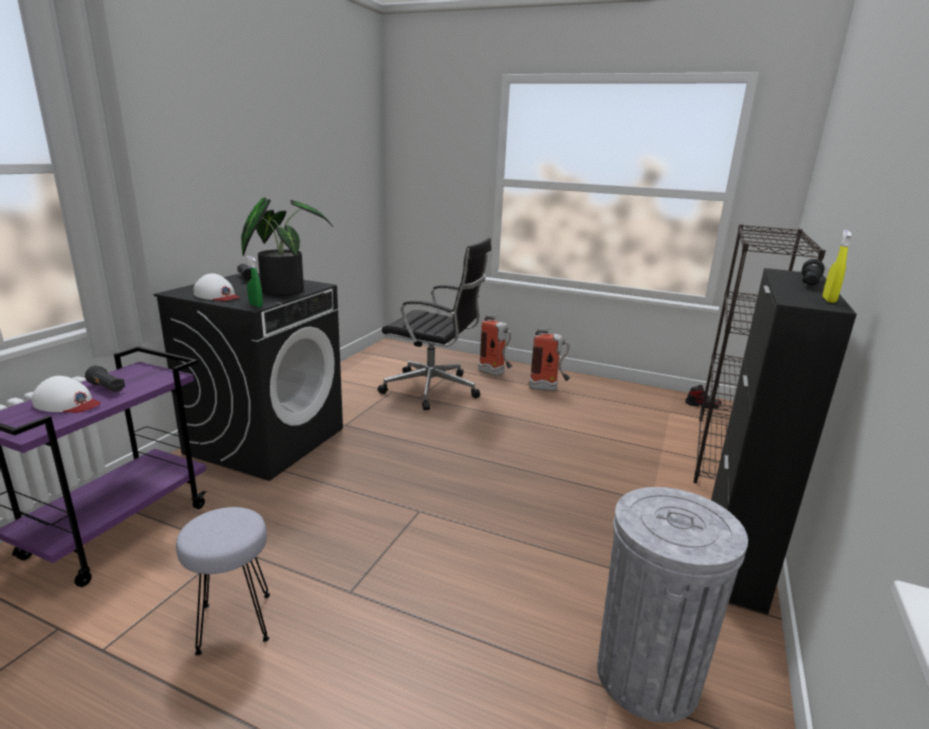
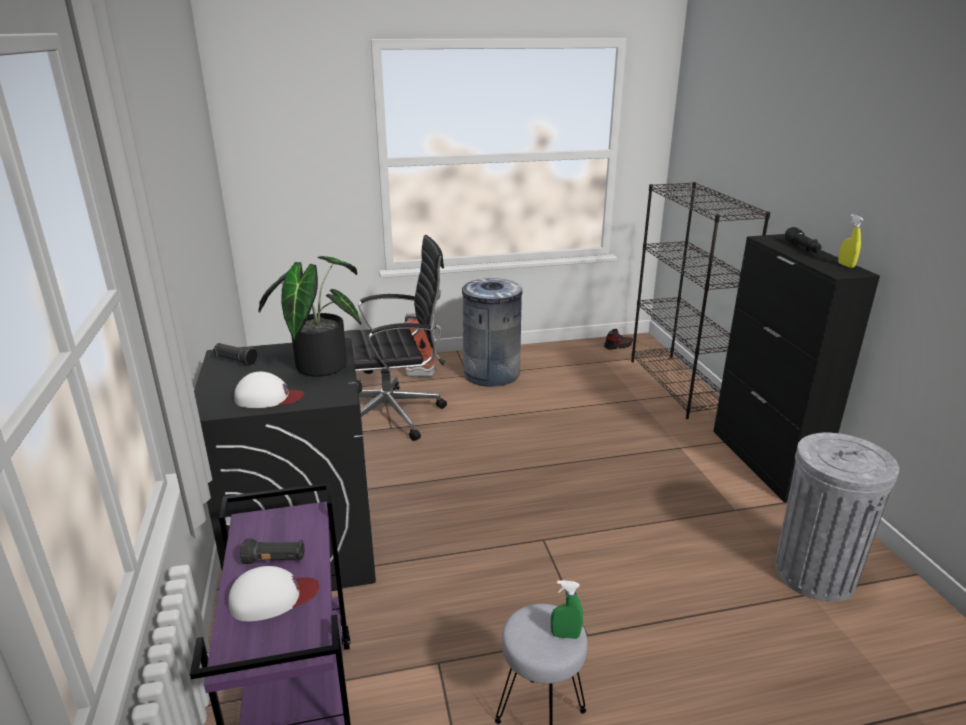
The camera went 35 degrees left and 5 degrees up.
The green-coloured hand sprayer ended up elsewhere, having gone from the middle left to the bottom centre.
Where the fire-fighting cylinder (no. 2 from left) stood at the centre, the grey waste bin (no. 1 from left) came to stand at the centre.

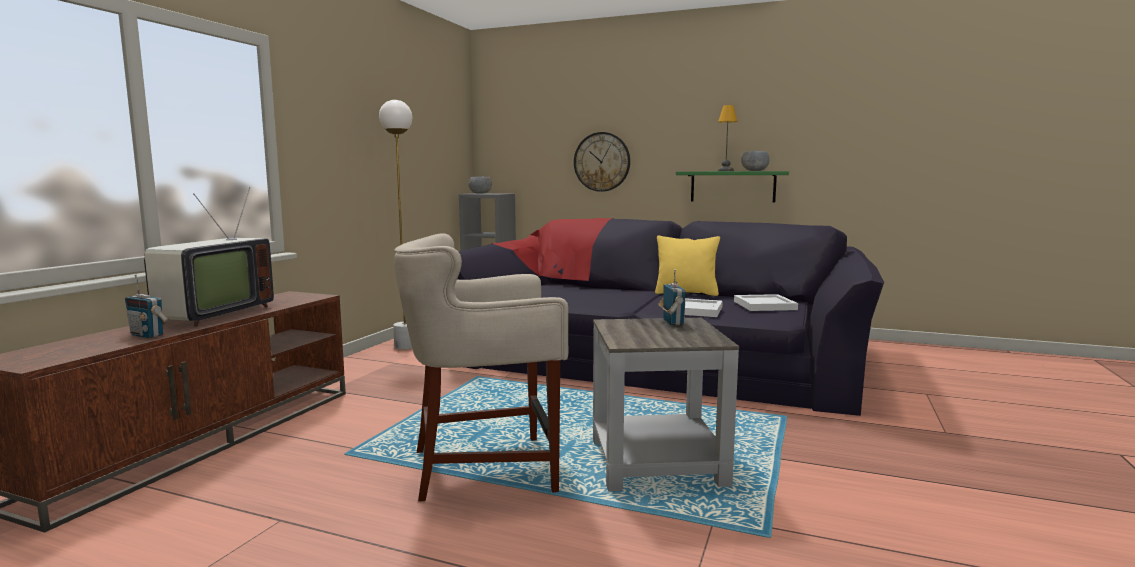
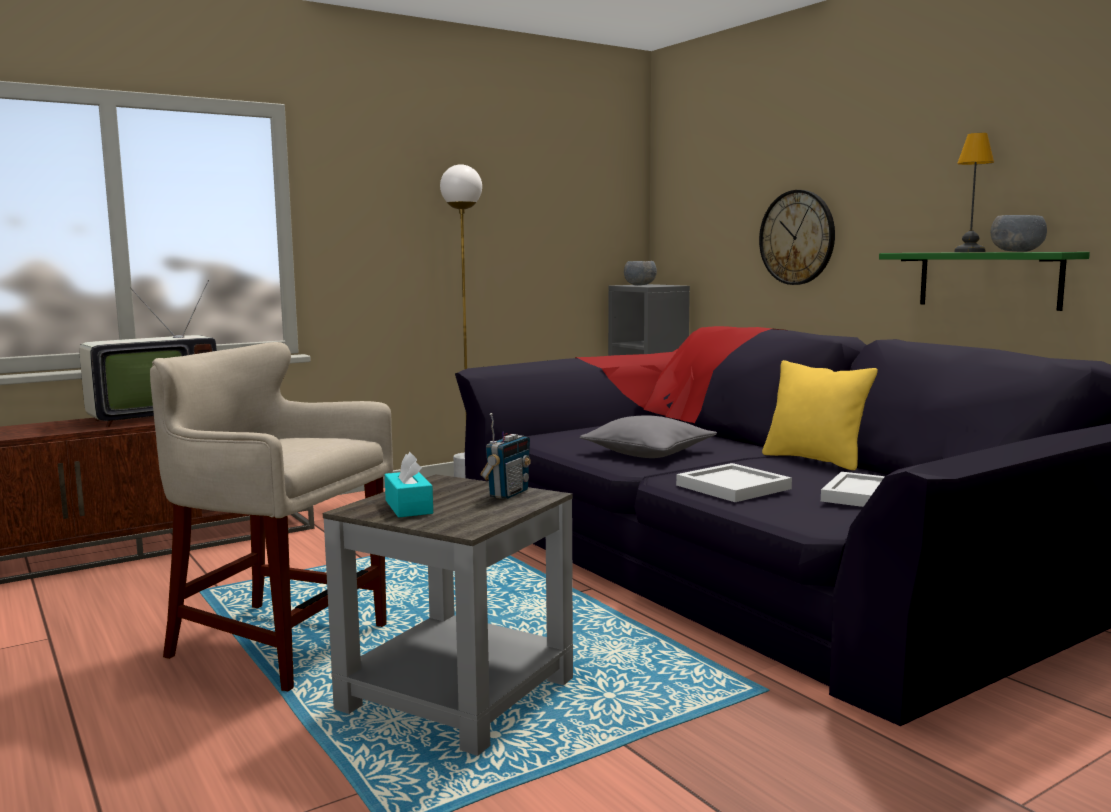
The camera went 35 degrees right and 0 degrees up.
The second view lost the radio receiver (no. 1 from left) at the middle left.
The second view gained the grey throw pillow at the centre.
The second view gained the blue-green tissue holder at the centre.

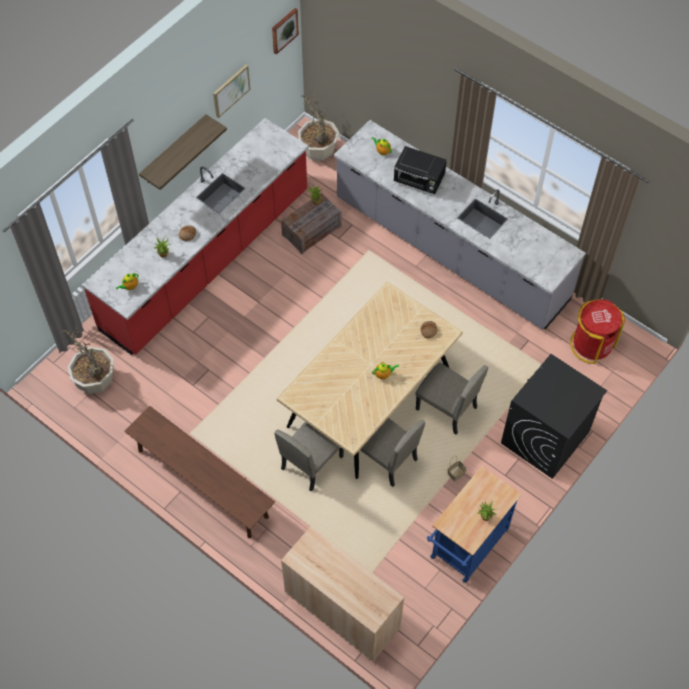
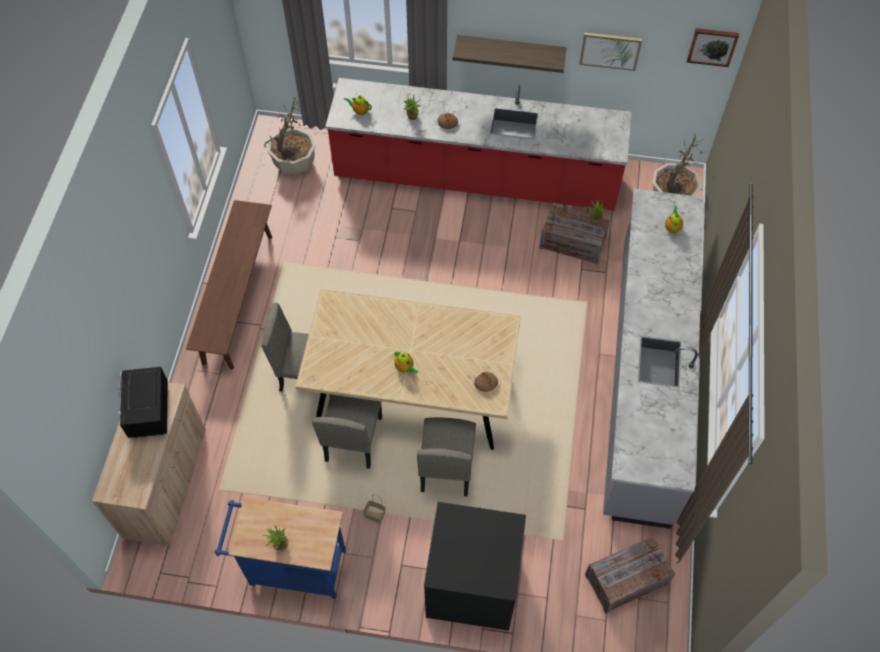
The camera went 60 degrees right and 0 degrees up.
The blackish microwave oven ended up elsewhere, having gone from the top centre to the middle left.
Where the red-coloured waste bin stood at the middle right, the shipping crate (no. 2 from left) came to stand at the bottom right.

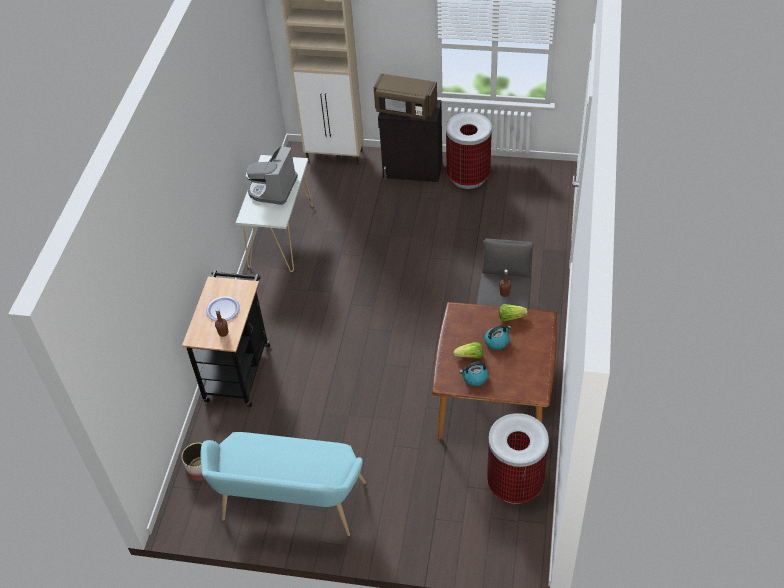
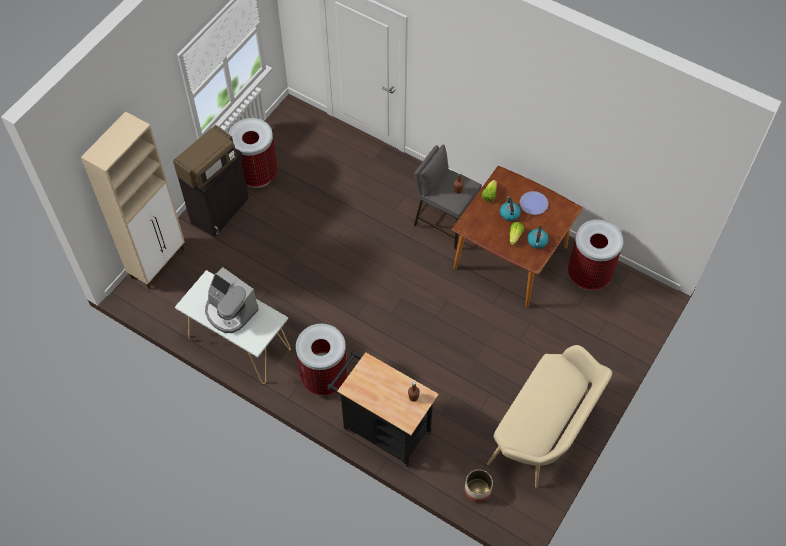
The camera went 70 degrees left and 10 degrees up.
The dinner plate ended up elsewhere, having gone from the middle left to the middle right.
What was the blue-green indoor bench at the bottom centre turned into the sand-coloured indoor bench at the bottom right.
The second view gained the waste bin (no. 2 from left) at the centre.

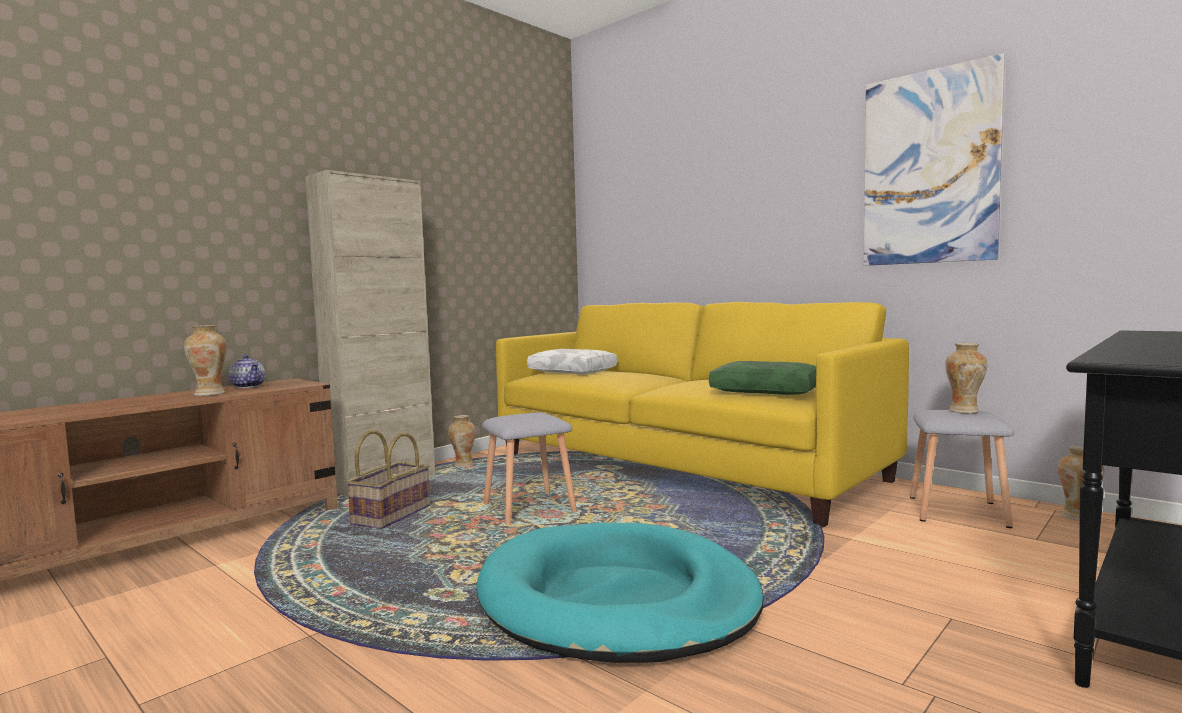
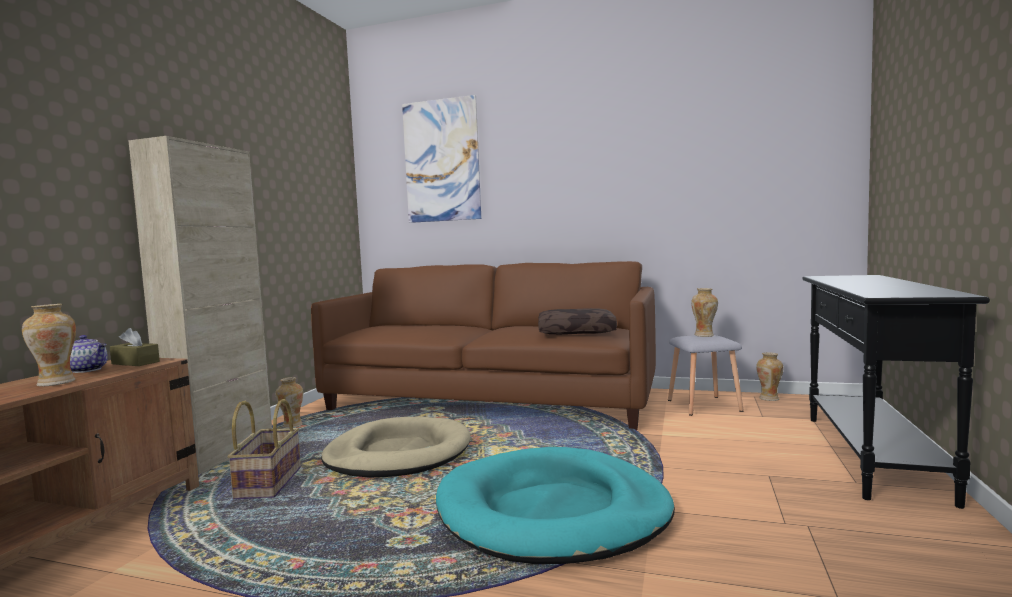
The camera went 25 degrees left and 0 degrees up.
The wall picture ended up elsewhere, having gone from the top right to the top centre.
What was the yellowish sofa at the centre turned into the brown-coloured sofa at the centre.
The second view lost the whitish throw pillow at the centre.
What was the green-coloured throw pillow at the centre turned into the brown-coloured throw pillow at the centre.
Where the grey sitting stool (no. 1 from left) stood at the centre, the sand-coloured pet bed came to stand at the bottom centre.
The second view gained the brown-coloured tissue holder at the middle left.

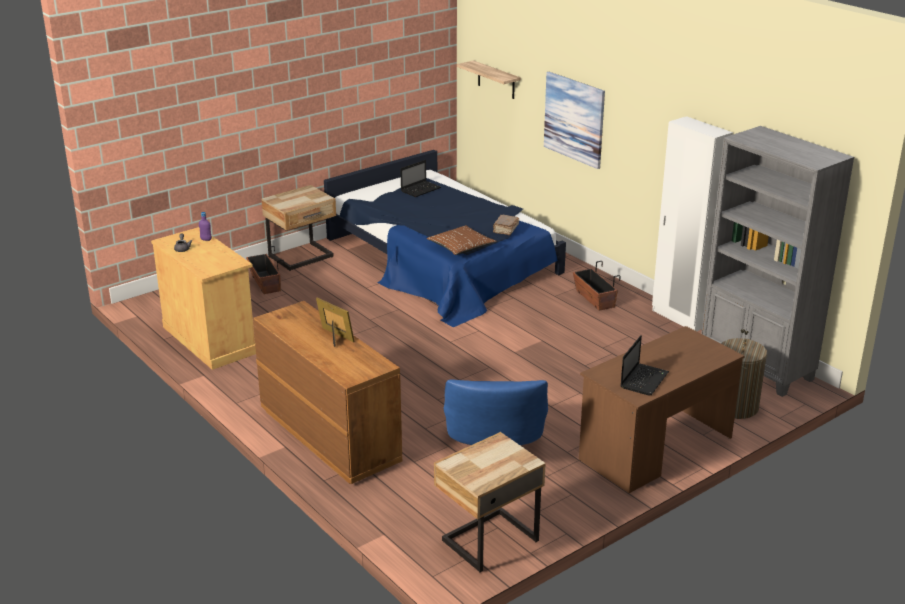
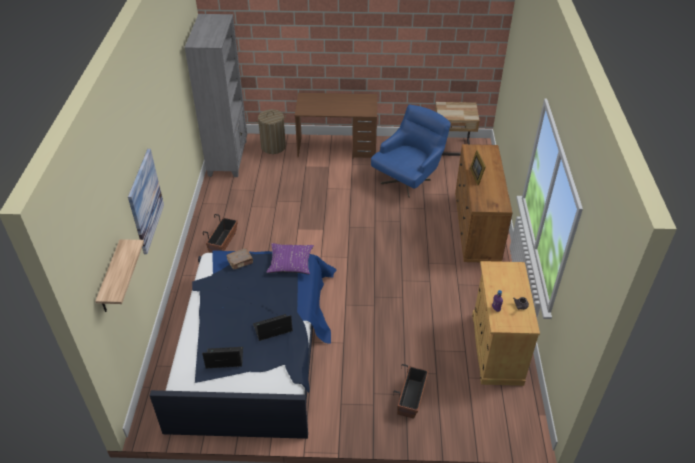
The camera went 140 degrees left and 15 degrees up.
The second view lost the whitish wardrobe at the middle right.
The second view lost the sand-coloured bedside table (no. 1 from left) at the middle left.
What was the brown-coloured throw pillow at the centre turned into the purplish throw pillow at the centre.
The notebook computer (no. 2 from left) ended up elsewhere, having gone from the middle right to the bottom centre.

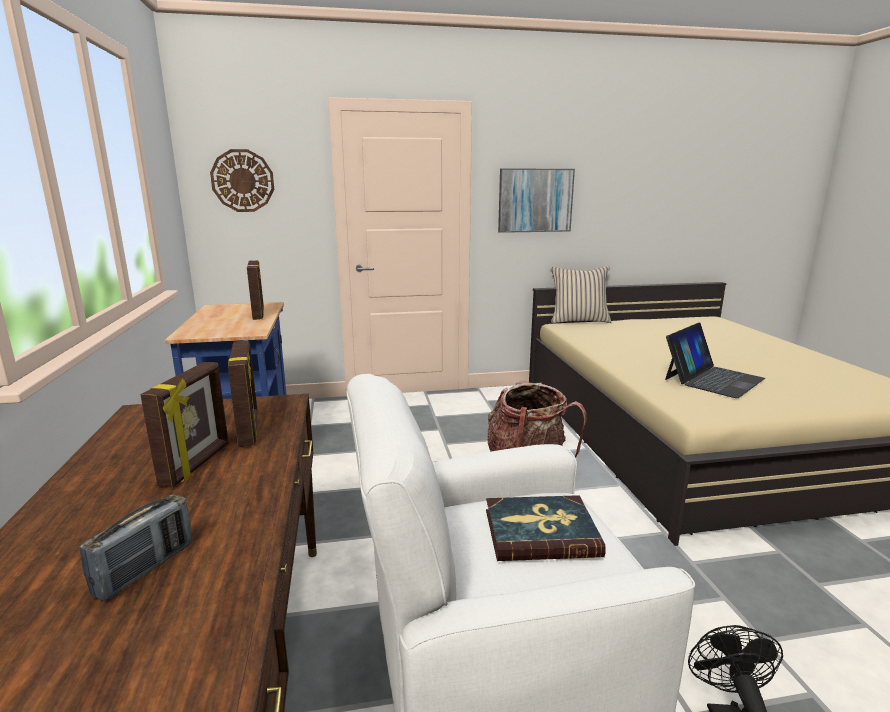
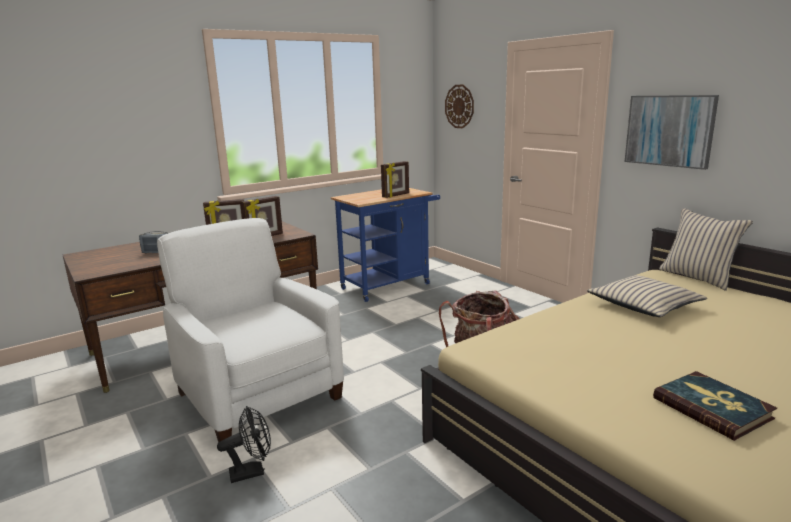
The camera went 65 degrees right and 0 degrees up.
The second view lost the notebook computer at the middle right.
The book ended up elsewhere, having gone from the bottom centre to the bottom right.
The second view gained the sand-coloured throw pillow (no. 1 from left) at the middle right.

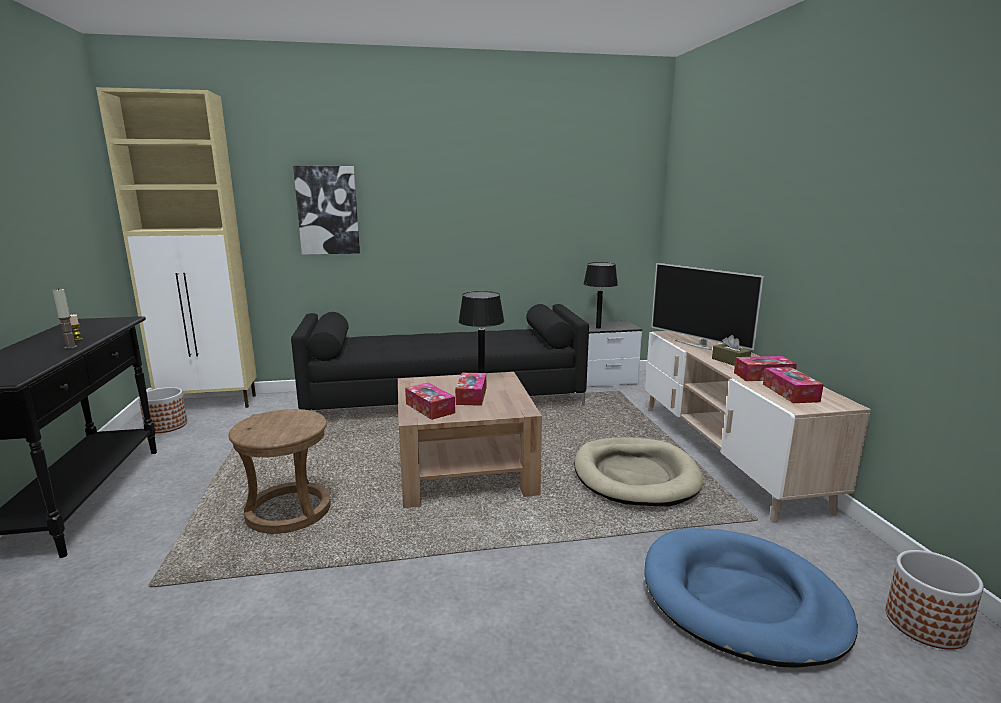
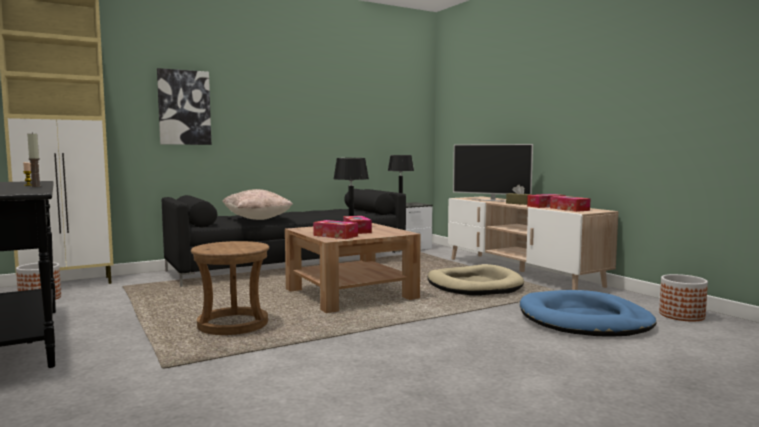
The camera went 20 degrees left and 10 degrees down.
The second view gained the sand-coloured throw pillow at the centre.

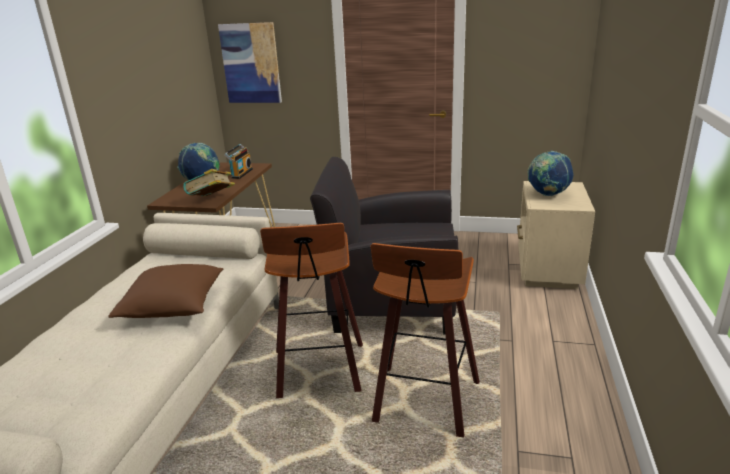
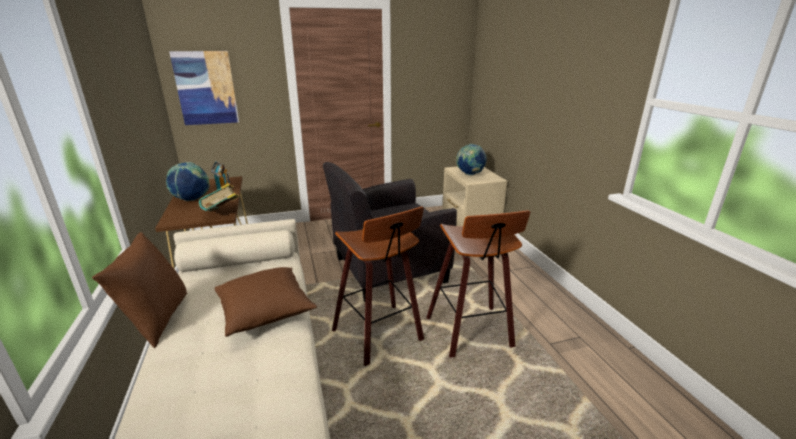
The camera went 30 degrees left and 0 degrees up.
The second view gained the brown-coloured throw pillow (no. 1 from left) at the middle left.

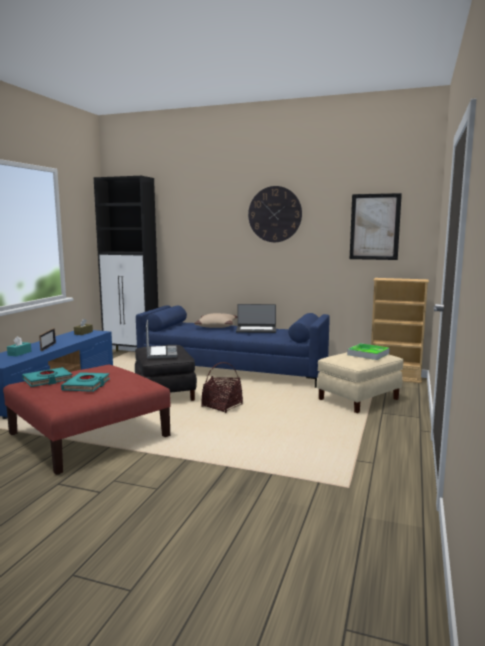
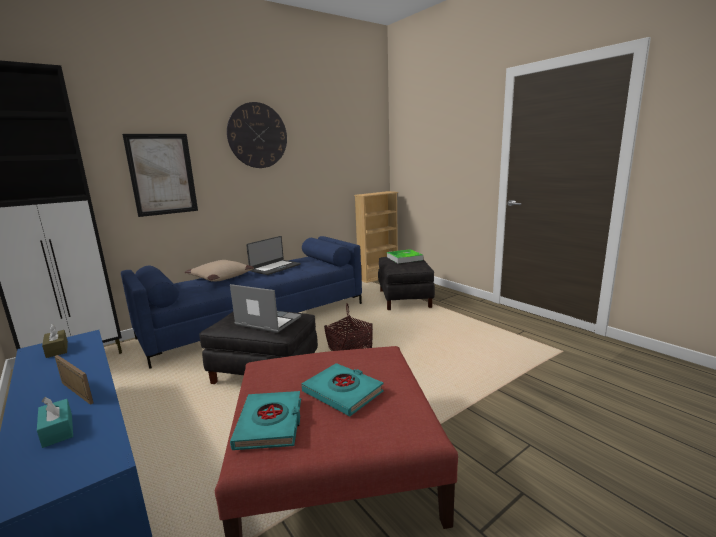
The camera went 55 degrees left and 5 degrees up.
The wall picture ended up elsewhere, having gone from the middle right to the top left.
What was the sand-coloured pouffe at the middle right turned into the blackish pouffe (no. 2 from left) at the centre.

